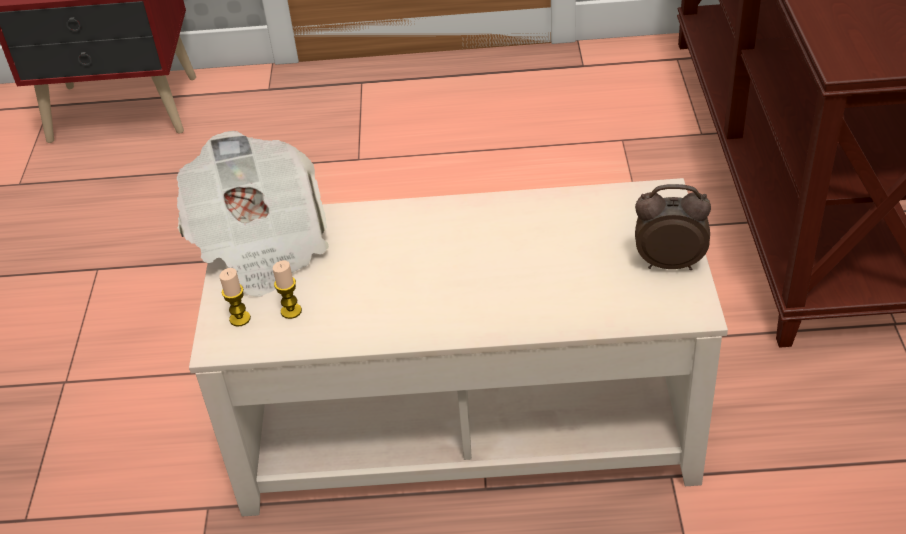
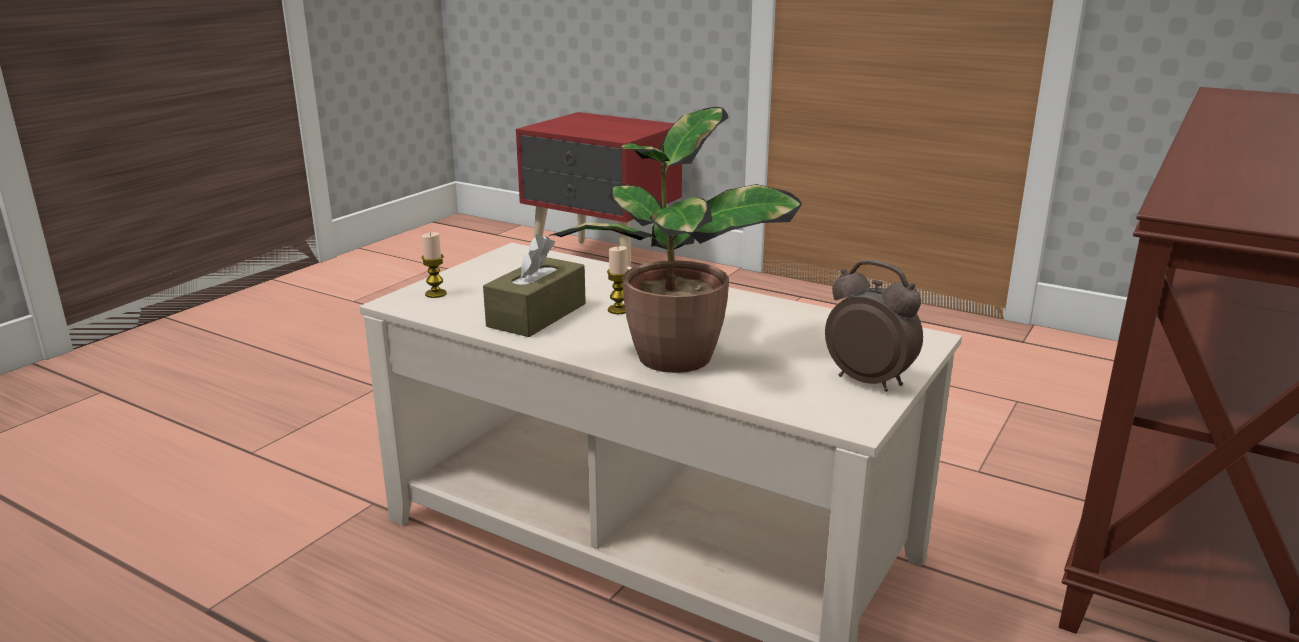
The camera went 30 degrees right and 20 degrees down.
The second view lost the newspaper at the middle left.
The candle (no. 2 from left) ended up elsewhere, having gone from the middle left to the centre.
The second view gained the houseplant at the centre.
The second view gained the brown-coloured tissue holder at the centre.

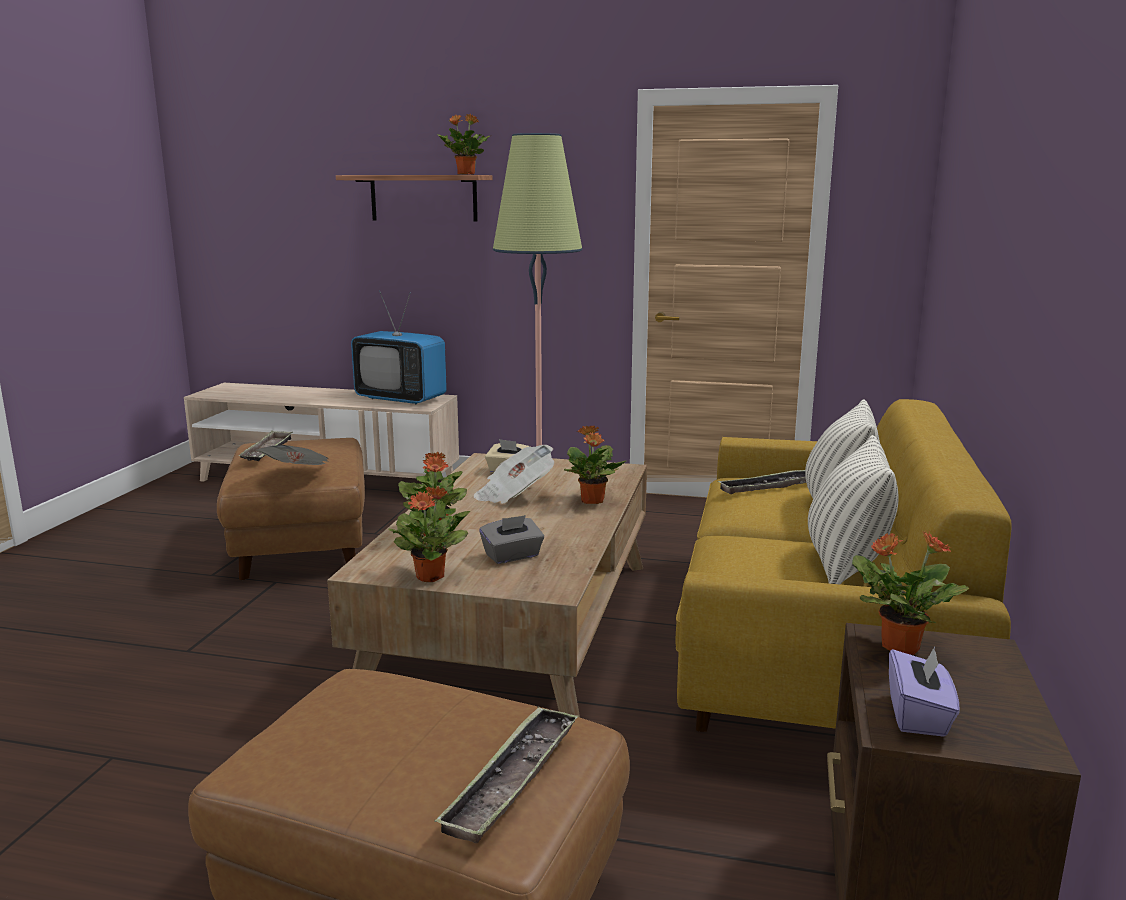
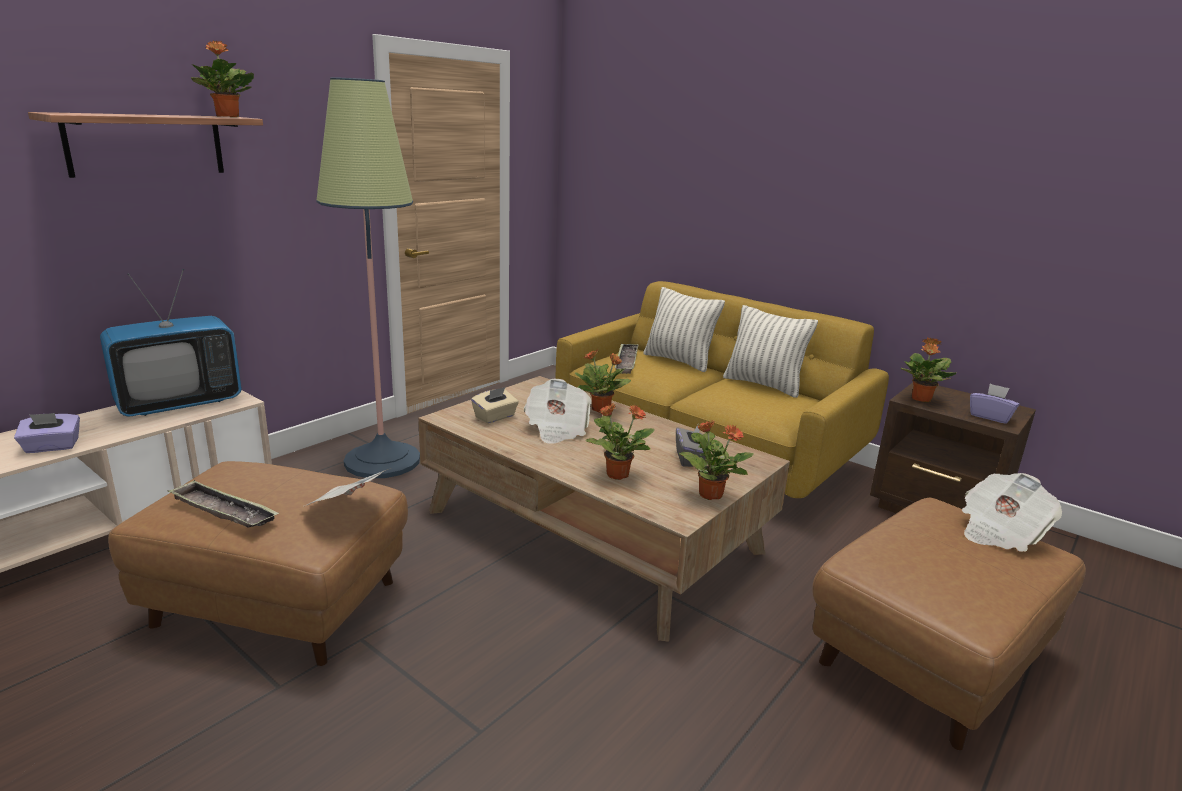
The camera went 65 degrees left and 5 degrees up.
Where the serving tray (no. 2 from left) stood at the bottom centre, the newspaper (no. 3 from left) came to stand at the middle right.
The second view gained the purplish tissue holder (no. 1 from left) at the middle left.

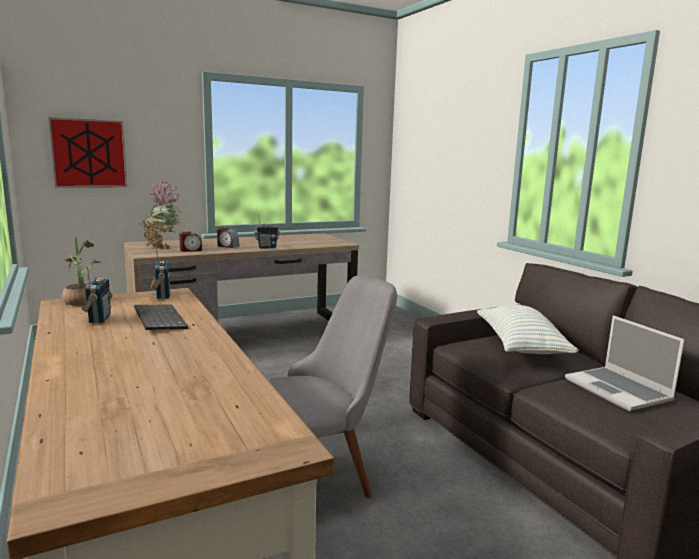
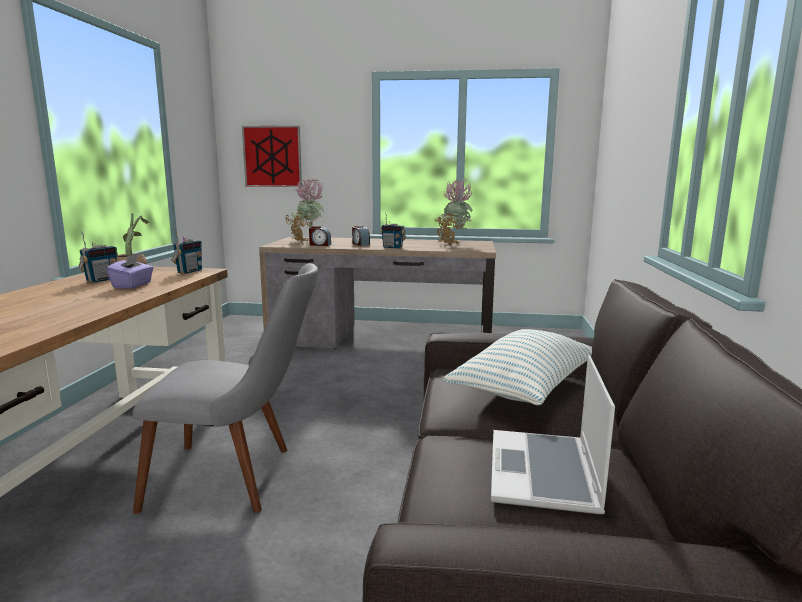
The camera went 35 degrees right and 0 degrees up.
Where the PC keyboard stood at the middle left, the purplish tissue holder came to stand at the middle left.
The second view gained the houseplant (no. 3 from left) at the centre.

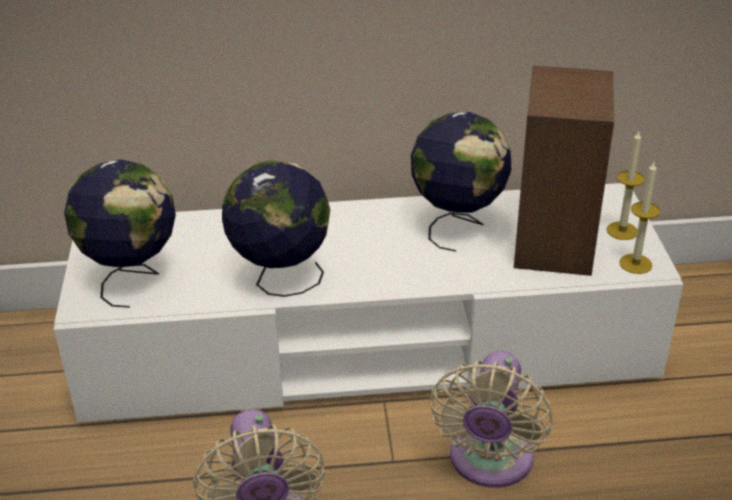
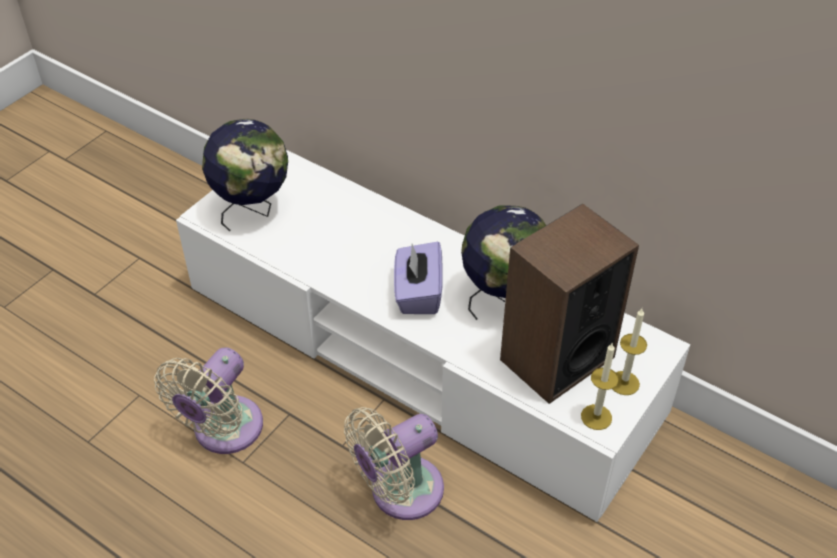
The camera went 40 degrees right and 10 degrees up.
The second view lost the world globe (no. 2 from left) at the centre.
The second view gained the purplish tissue holder at the centre.

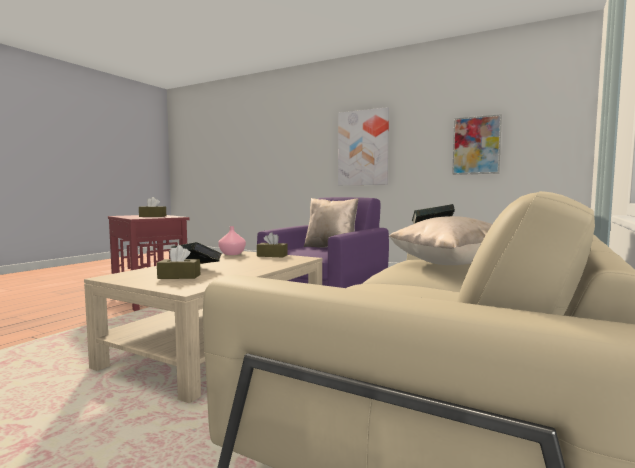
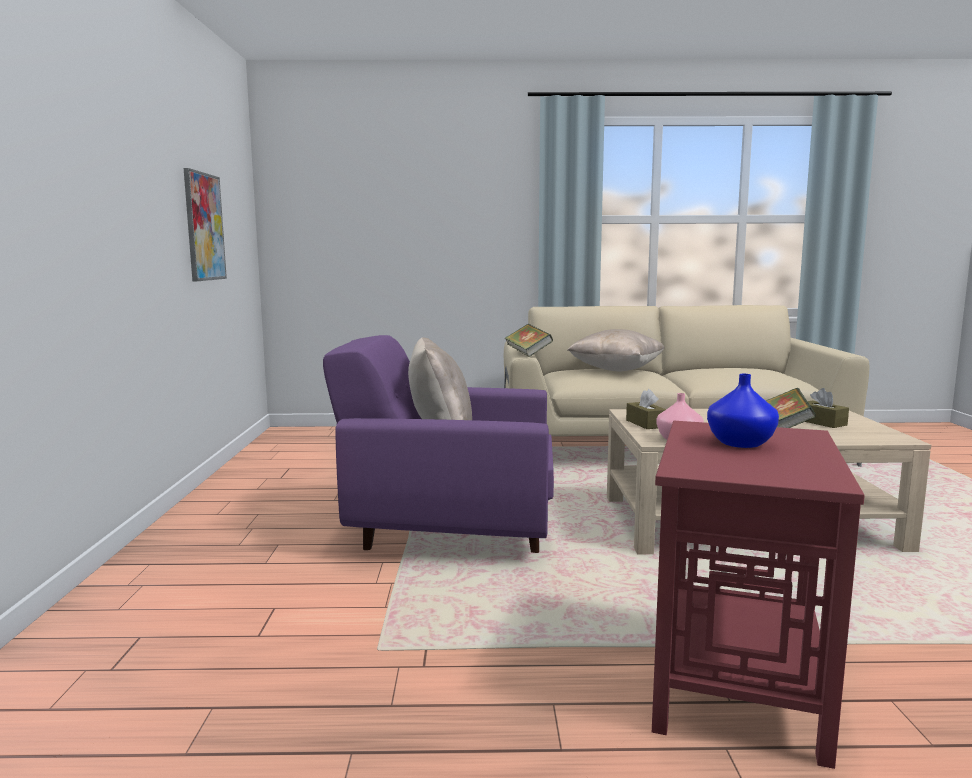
The camera went 120 degrees left and 5 degrees up.
The second view lost the wall picture (no. 1 from left) at the top centre.
Where the brown-coloured tissue holder (no. 1 from left) stood at the middle left, the bluish flower vase came to stand at the middle right.

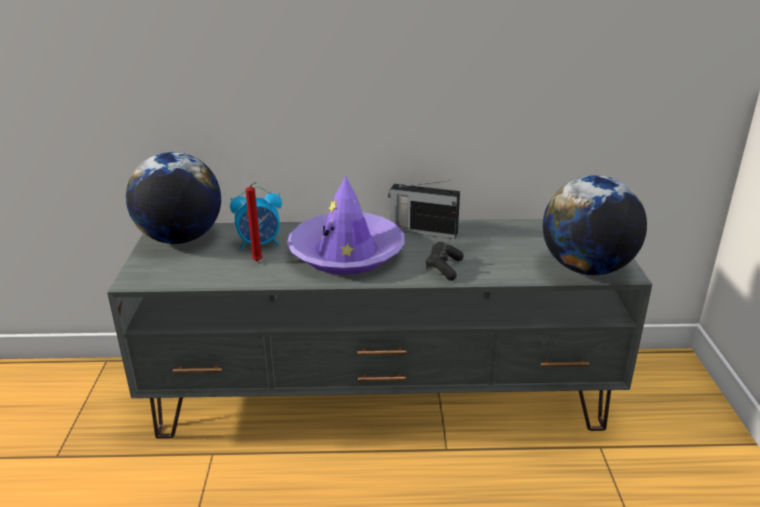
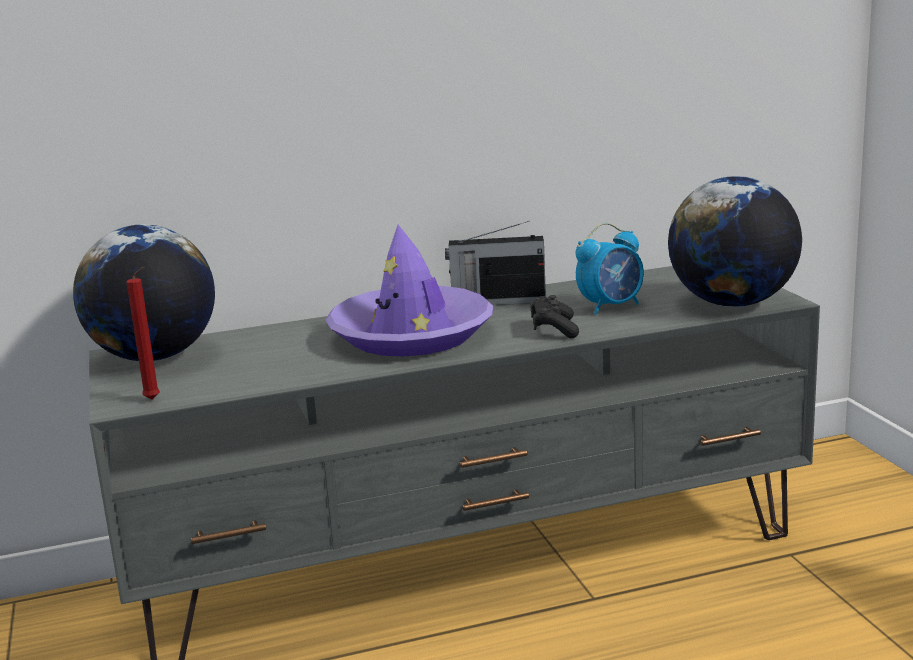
The camera went 15 degrees left and 10 degrees down.
The red-coloured candle ended up elsewhere, having gone from the centre to the middle left.
The table clock ended up elsewhere, having gone from the centre to the middle right.

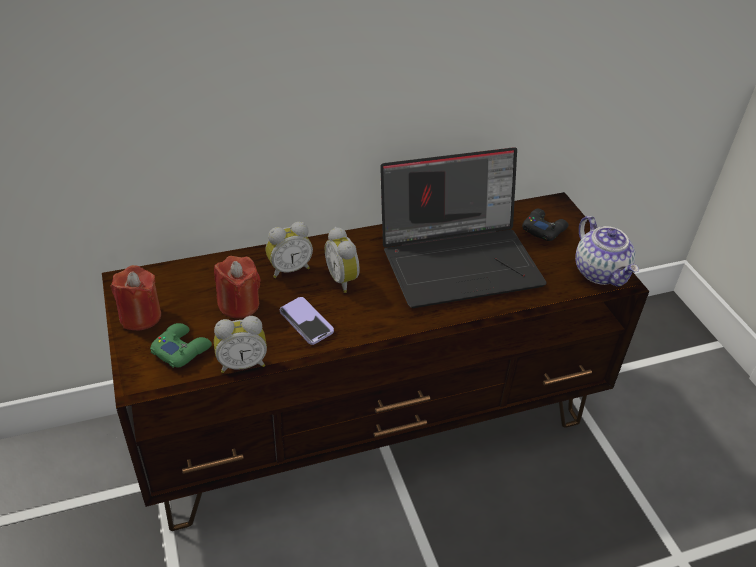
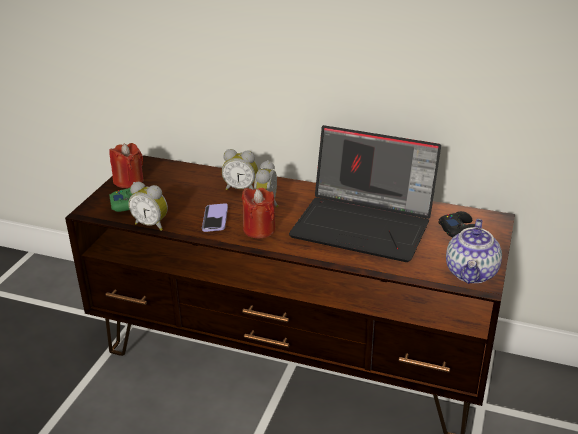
The camera went 40 degrees right and 10 degrees down.
The red-coloured candle (no. 2 from left) ended up elsewhere, having gone from the middle left to the centre.

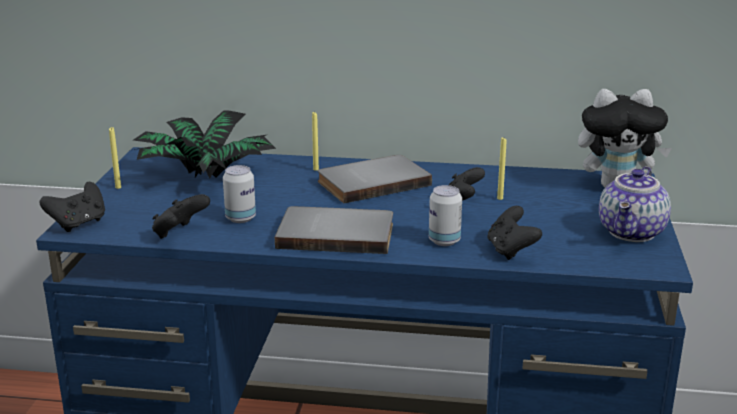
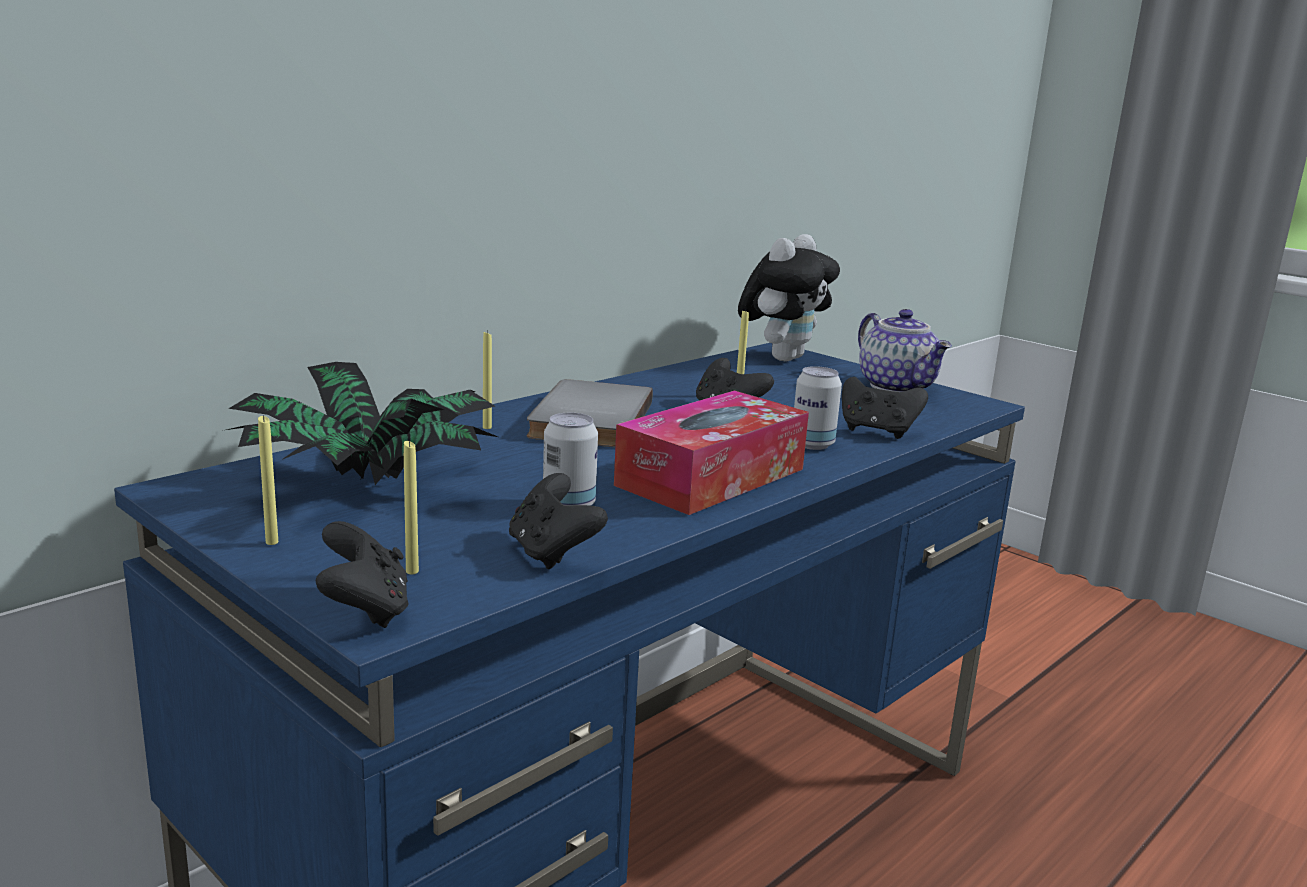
The camera went 55 degrees left and 5 degrees down.
Where the grey book (no. 1 from left) stood at the centre, the tissue holder came to stand at the centre.
The second view gained the yellowish candle (no. 2 from left) at the middle left.

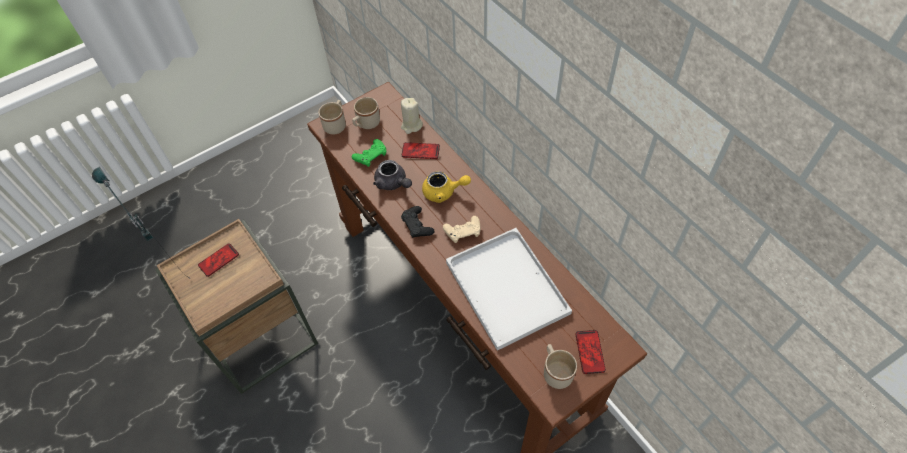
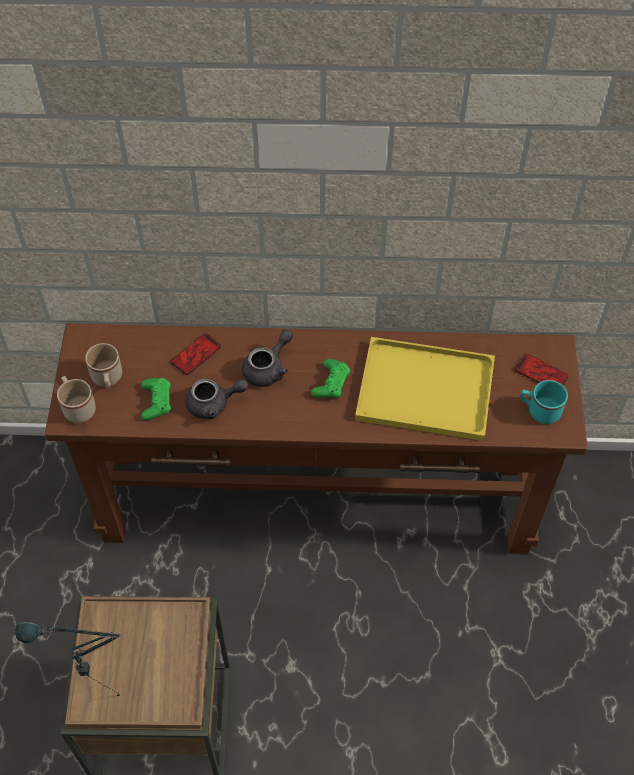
The camera went 55 degrees left and 0 degrees up.
The second view lost the sand-coloured candle at the top centre.
What was the yellowish teapot at the centre turned into the grey teapot (no. 2 from left) at the centre.
The second view lost the blackish joypad at the centre.
What was the sand-coloured joypad at the centre turned into the green-coloured joypad (no. 2 from left) at the centre.
What was the whitish serving tray at the centre turned into the yellowish serving tray at the middle right.
The second view lost the handset (no. 1 from left) at the middle left.
What was the sand-coloured tea mug (no. 3 from left) at the bottom centre turned into the blue-green tea mug at the middle right.

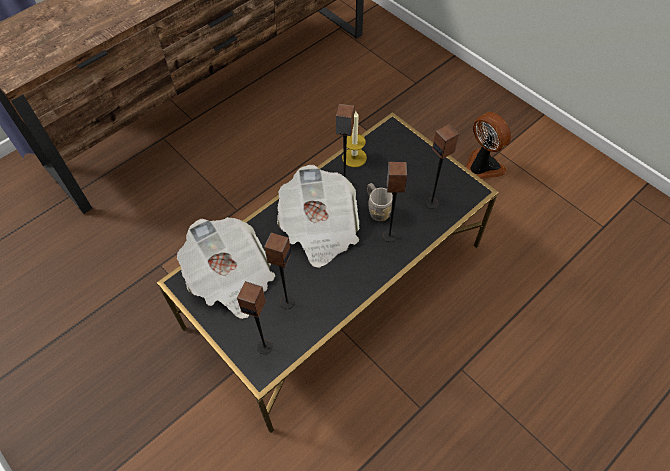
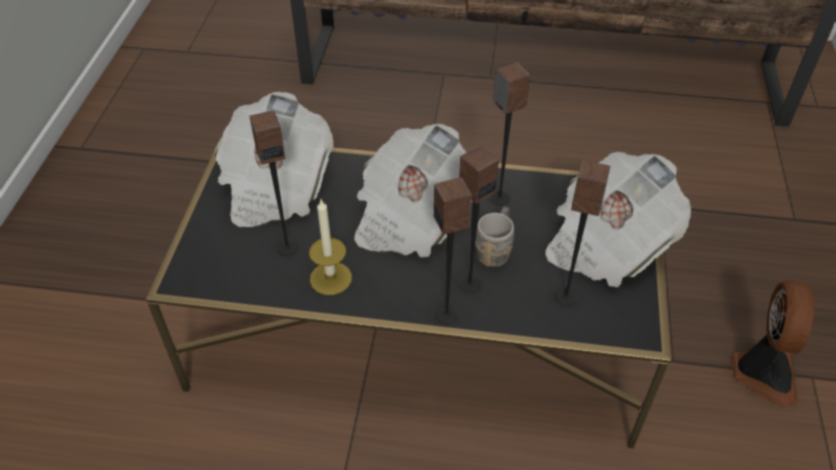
The camera went 50 degrees right and 10 degrees down.
The candle ended up elsewhere, having gone from the top centre to the centre.
The audio speaker (no. 1 from left in the first image) ended up elsewhere, having gone from the bottom centre to the centre.
The second view gained the newspaper (no. 3 from left) at the middle right.

